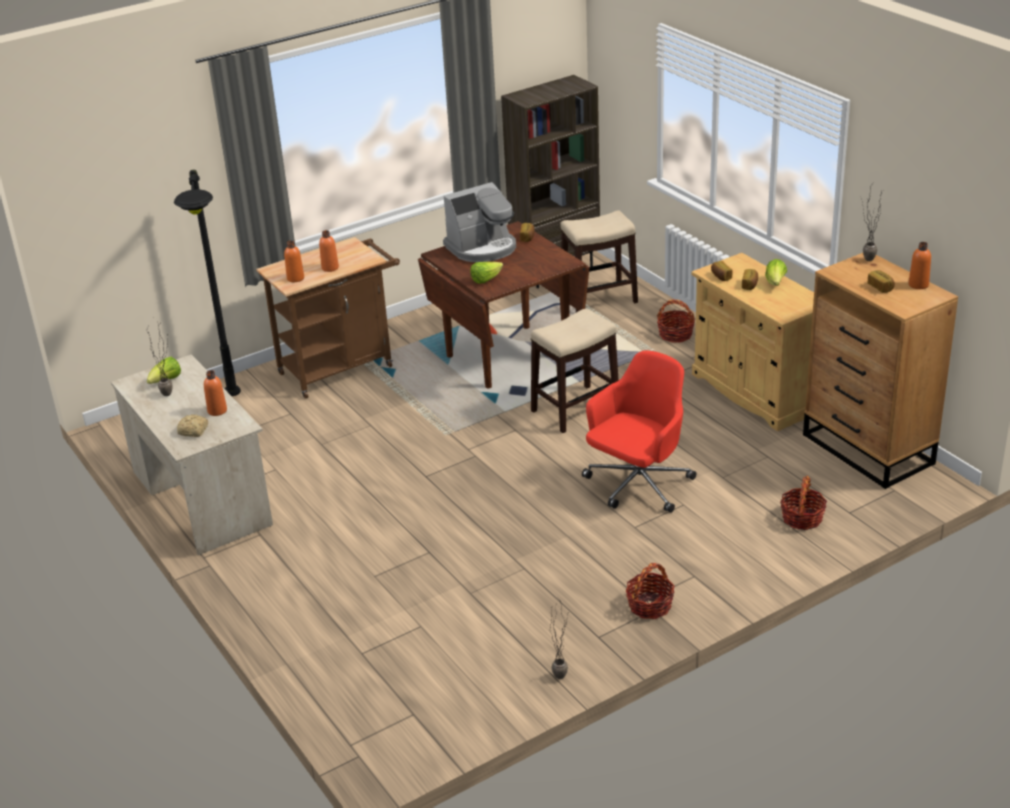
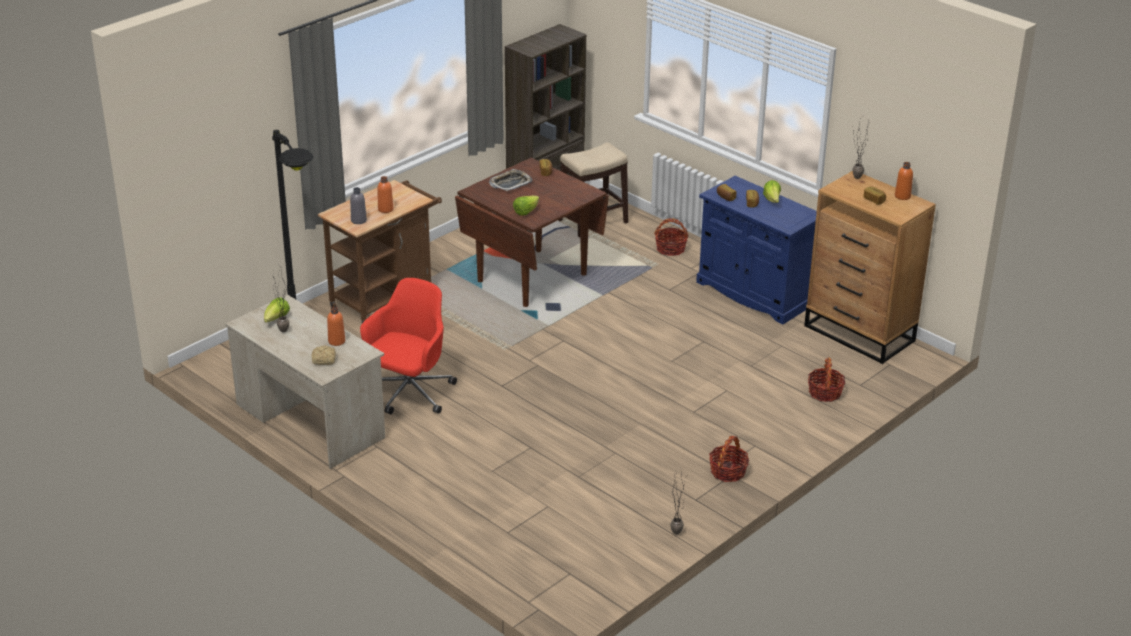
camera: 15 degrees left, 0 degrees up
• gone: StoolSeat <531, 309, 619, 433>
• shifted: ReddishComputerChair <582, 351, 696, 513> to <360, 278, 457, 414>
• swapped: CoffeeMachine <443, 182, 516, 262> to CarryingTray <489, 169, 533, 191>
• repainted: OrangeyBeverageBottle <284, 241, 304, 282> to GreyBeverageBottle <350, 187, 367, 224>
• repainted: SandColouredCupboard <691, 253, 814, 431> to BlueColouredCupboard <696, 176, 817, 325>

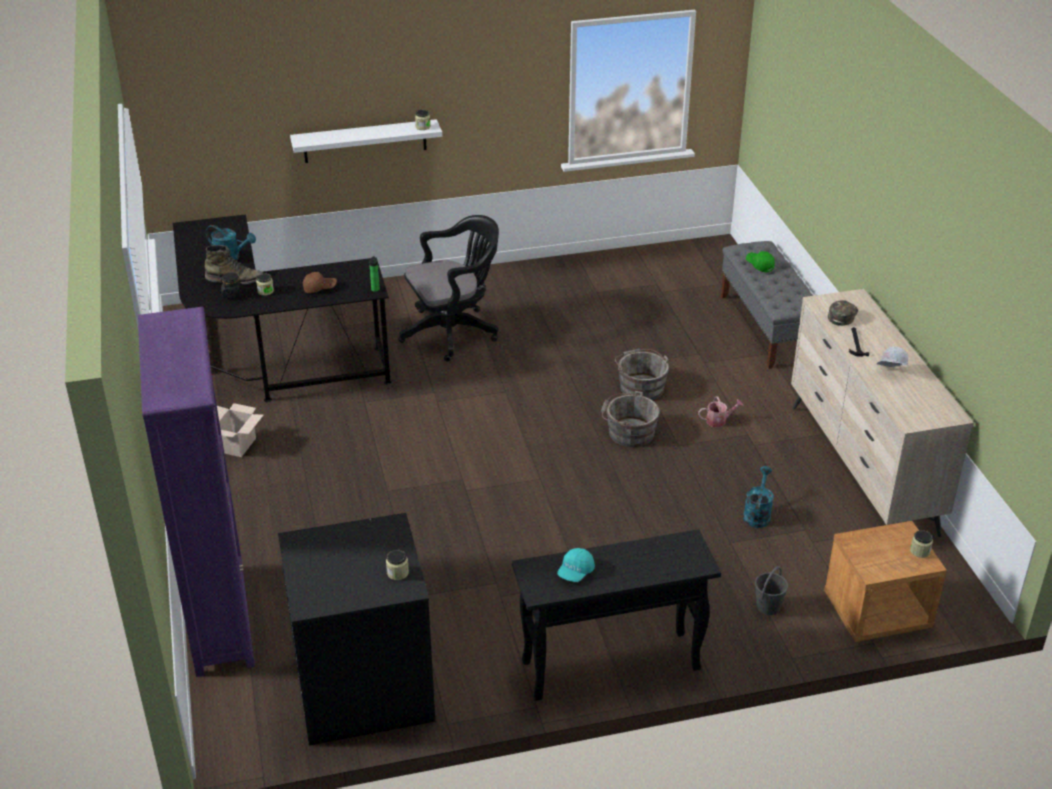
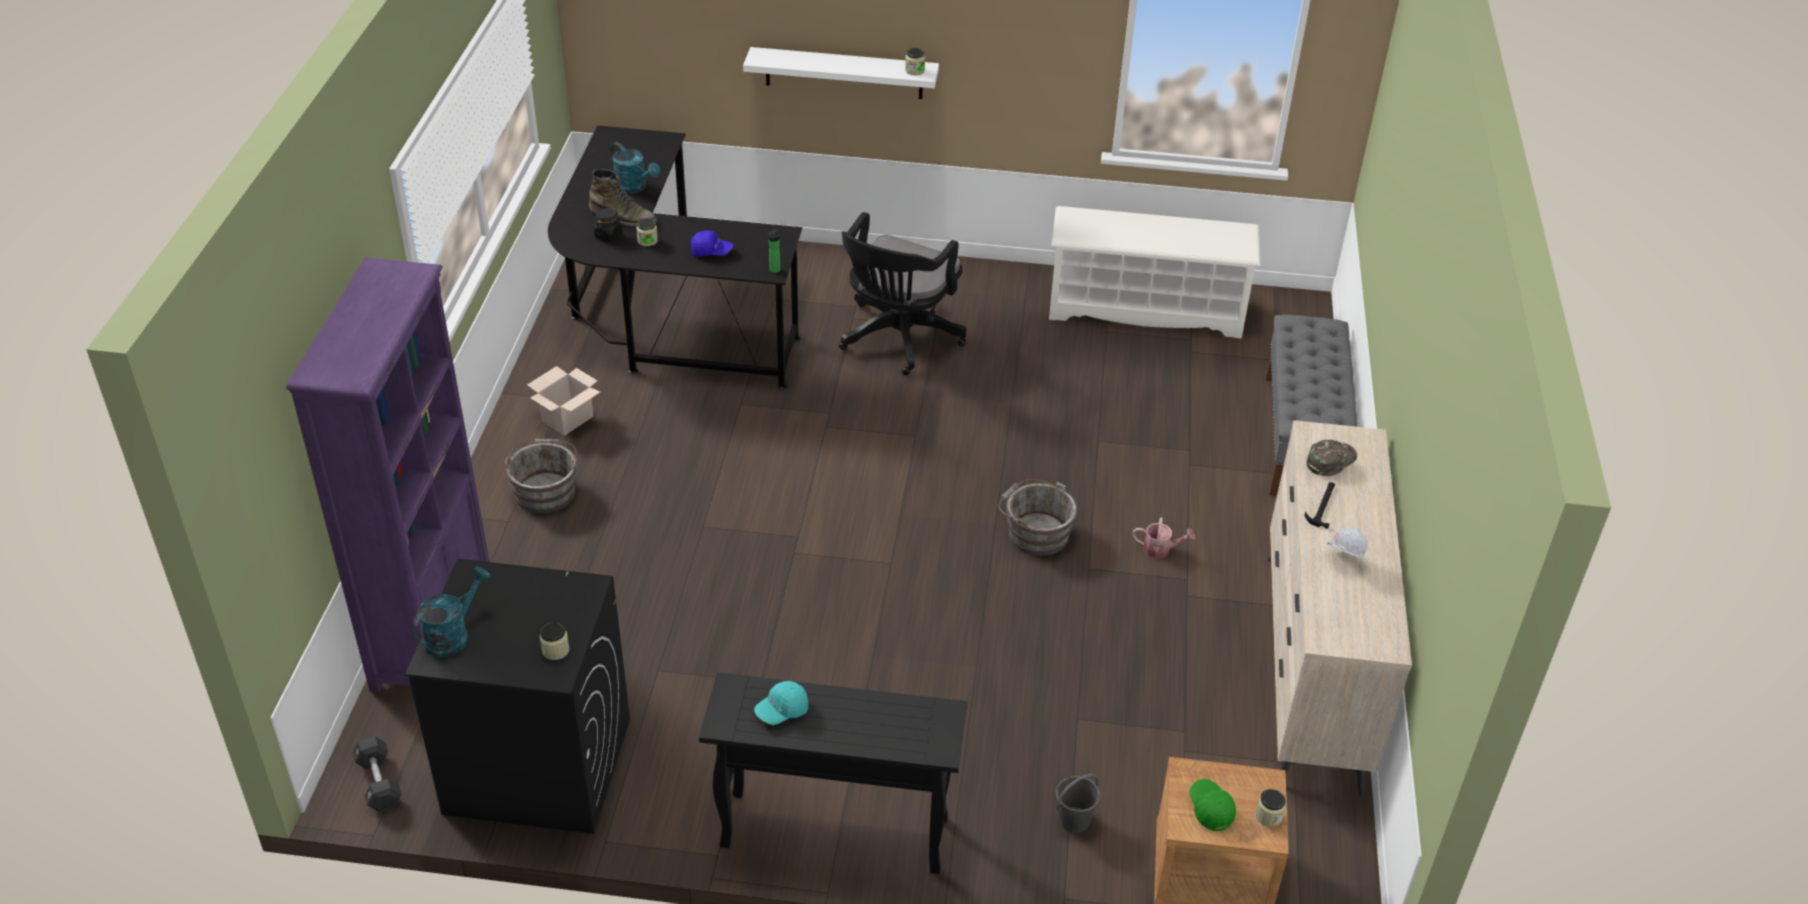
camera: 20 degrees right, 5 degrees up
• new: BlackishDumbbell <352, 736, 401, 812>
• new: WhitishShoeStand <1049, 206, 1260, 339>
• shifted: GreyPail <615, 349, 669, 400> to <505, 439, 578, 514>
• shifted: TurquoiseColouredWateringCan <743, 466, 774, 528> to <412, 567, 491, 658>
• shifted: GreenishCap <746, 251, 775, 273> to <1189, 779, 1236, 831>
• repainted: BrownishCap <303, 272, 337, 293> to BlueColouredCap <691, 230, 733, 257>
• rotated: BlackishComputerChair <398, 215, 499, 362> = <839, 212, 967, 376> 120 degrees clockwise

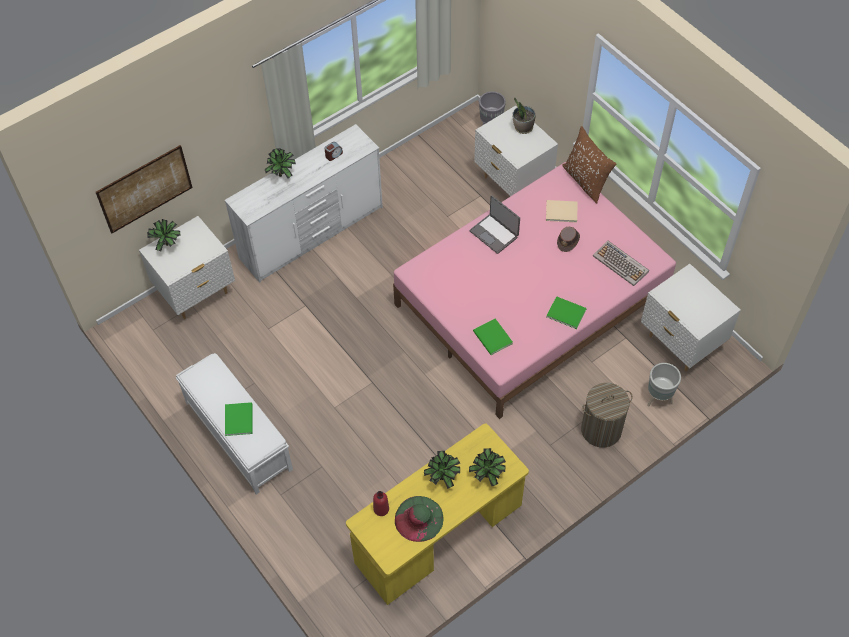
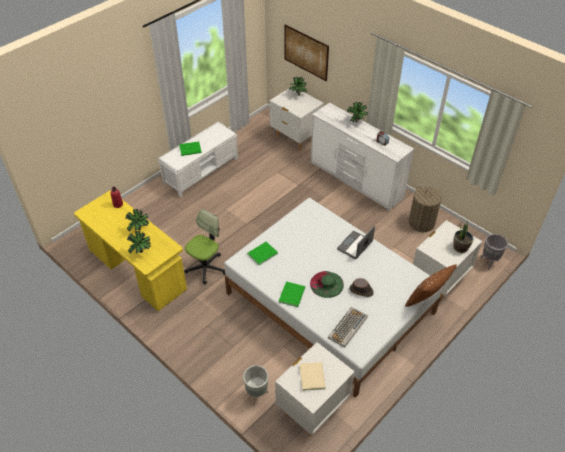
camera: 80 degrees right, 10 degrees down
• new: ComputerChair <185, 209, 226, 285>
• shifted: GreenishClothingHat <395, 496, 444, 542> to <310, 271, 344, 298>
• shifted: SandColouredBoundBook <546, 200, 577, 223> to <300, 362, 326, 391>
• shifted: LaundryBasket <581, 383, 633, 448> to <409, 186, 442, 232>
• repainted: PinkishSleepingBed <393, 162, 676, 419> to WhitishSleepingBed <224, 198, 443, 398>

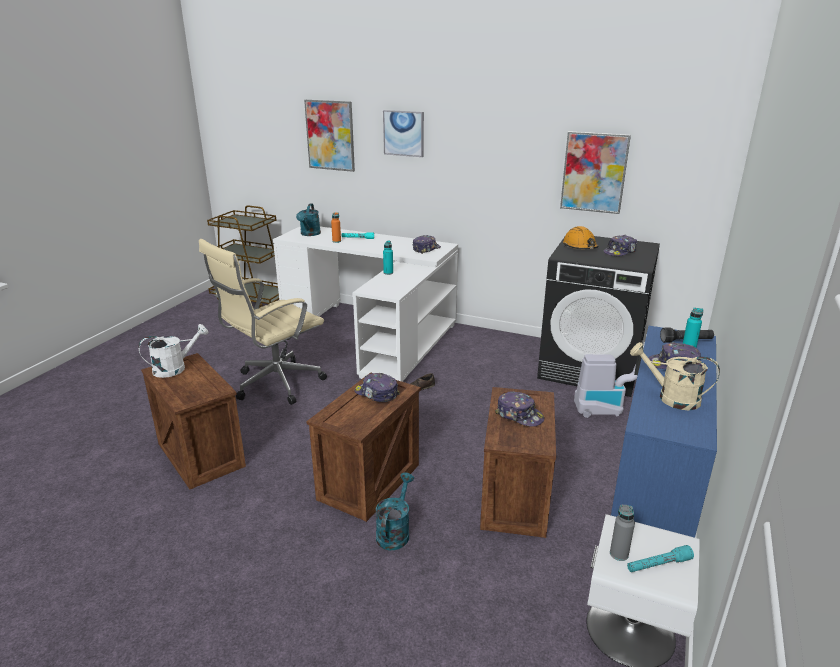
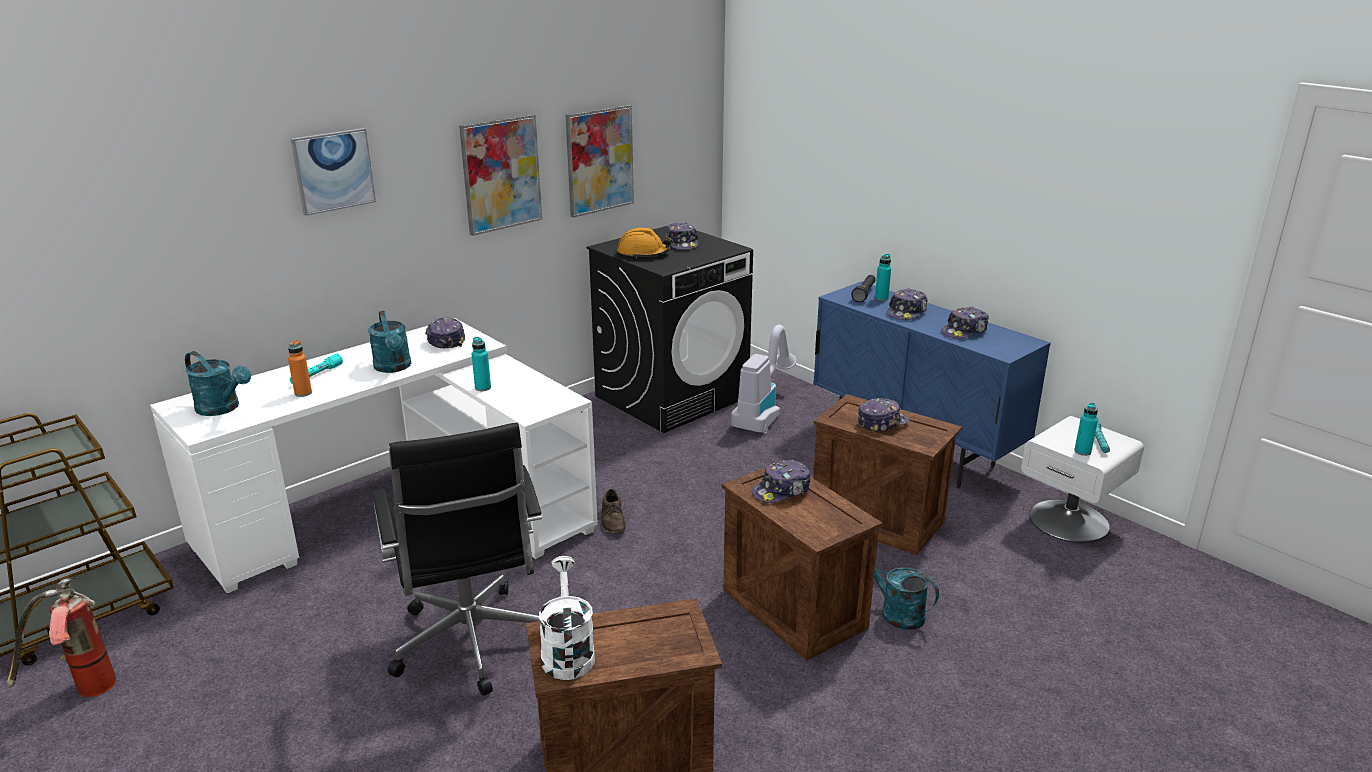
camera: 65 degrees left, 0 degrees up
• new: Extinguisher <7, 577, 116, 697>
• new: TurquoiseColouredWateringCan <368, 311, 411, 373>
• shifted: WallArt <304, 100, 355, 172> to <459, 114, 542, 236>
• swapped: SandColouredWateringCan <630, 342, 720, 410> to Cap <941, 307, 989, 338>
• repainted: SandColouredComputerChair <199, 239, 327, 405> to BlackishComputerChair <372, 423, 542, 696>
• repainted: GreyBeverageBottle <610, 505, 635, 561> to TurquoiseColouredBeverageBottle <1074, 403, 1098, 456>

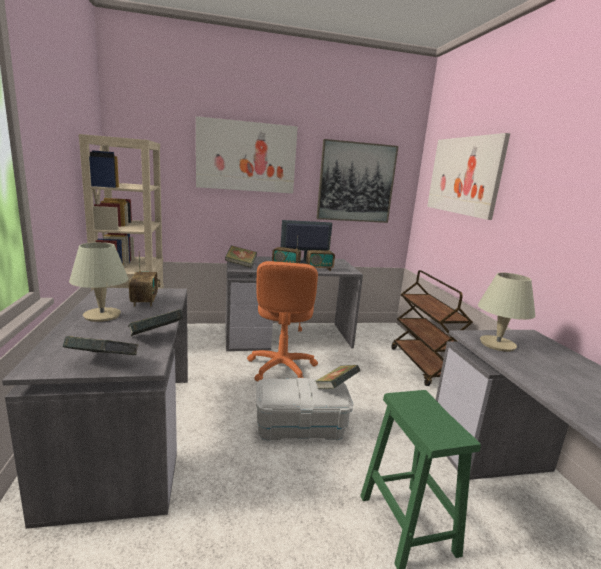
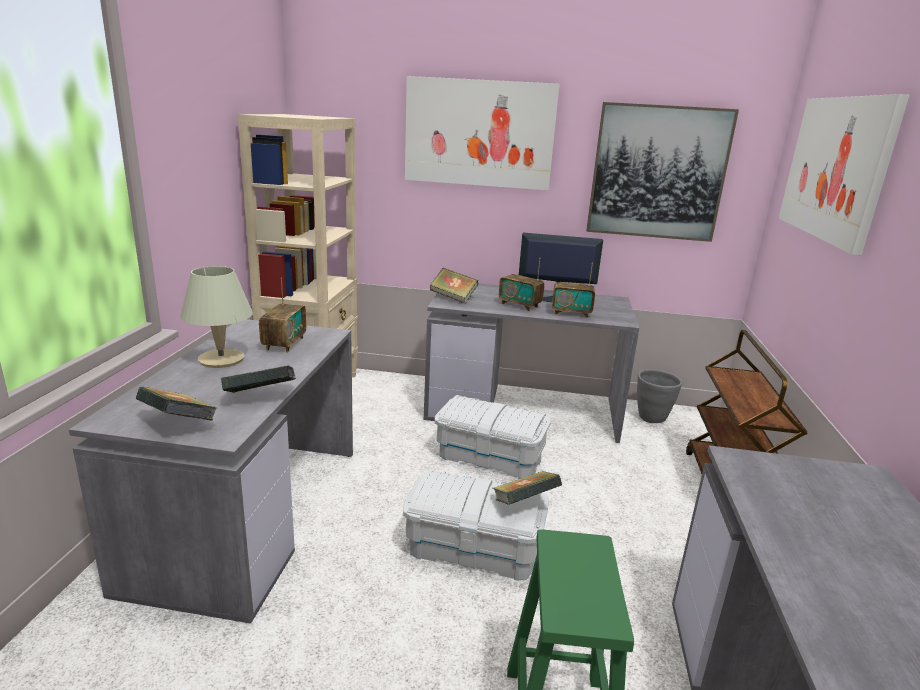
camera: 20 degrees right, 5 degrees up
• gone: SandColouredTabletopLamp <478, 273, 536, 352>
• new: GreyPlanter <637, 369, 682, 423>
• swapped: OrangeyComputerChair <247, 261, 318, 381> to WhitishStorageBox <435, 395, 551, 479>

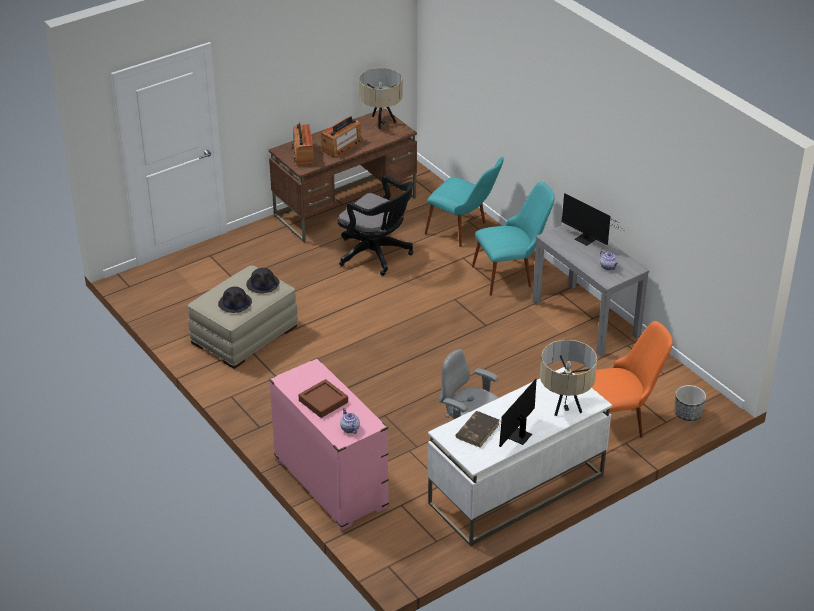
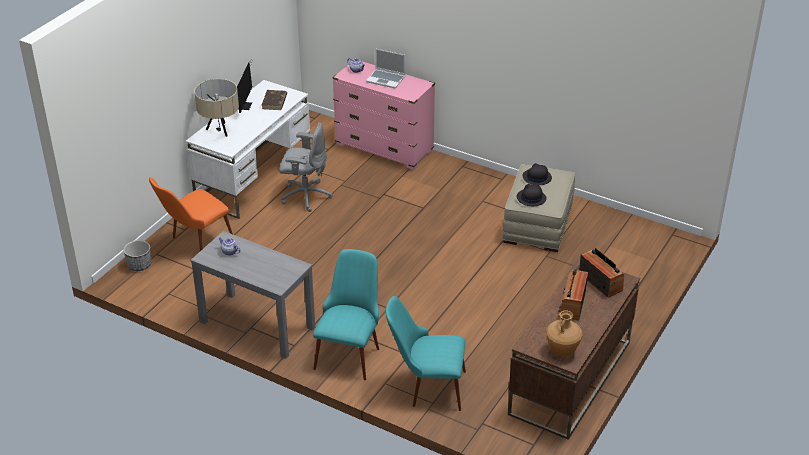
camera: 155 degrees right, 0 degrees up
• gone: BlackishComputerChair <338, 176, 413, 276>
• gone: ComputerScreen <561, 193, 624, 246>
• swapped: BrownishCarryingTray <299, 379, 348, 418> to NotebookComputer <366, 48, 405, 88>
• swapped: SandColouredTabletopLamp <359, 68, 402, 129> to BrownishDecorativeVase <546, 310, 583, 356>
• rotated: TurquoiseColouredChair <472, 182, 555, 296> = <313, 249, 379, 380> 150 degrees clockwise

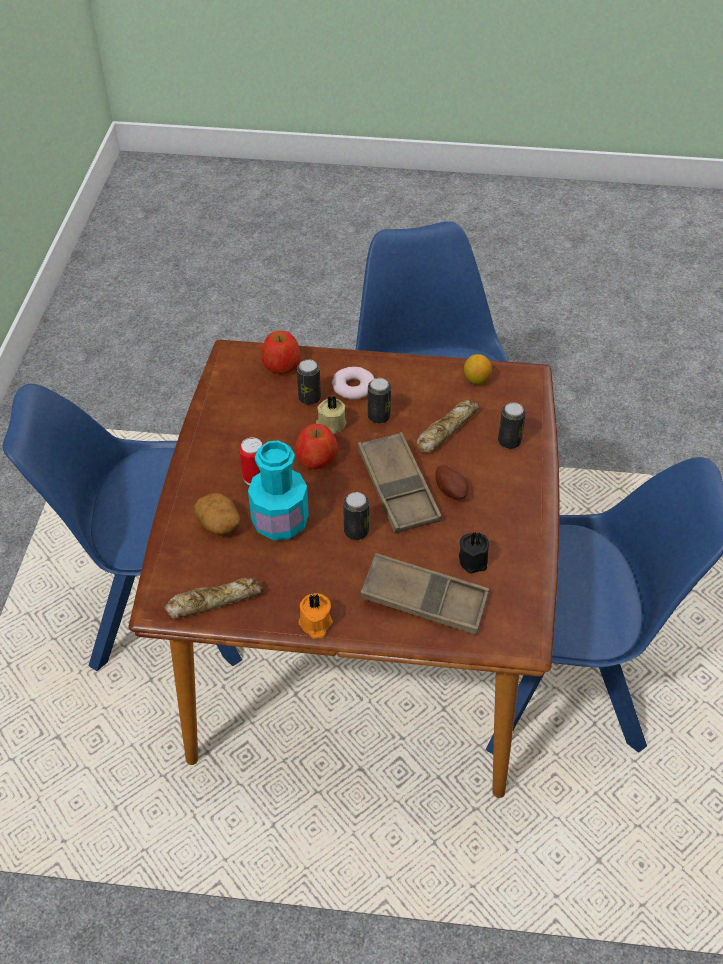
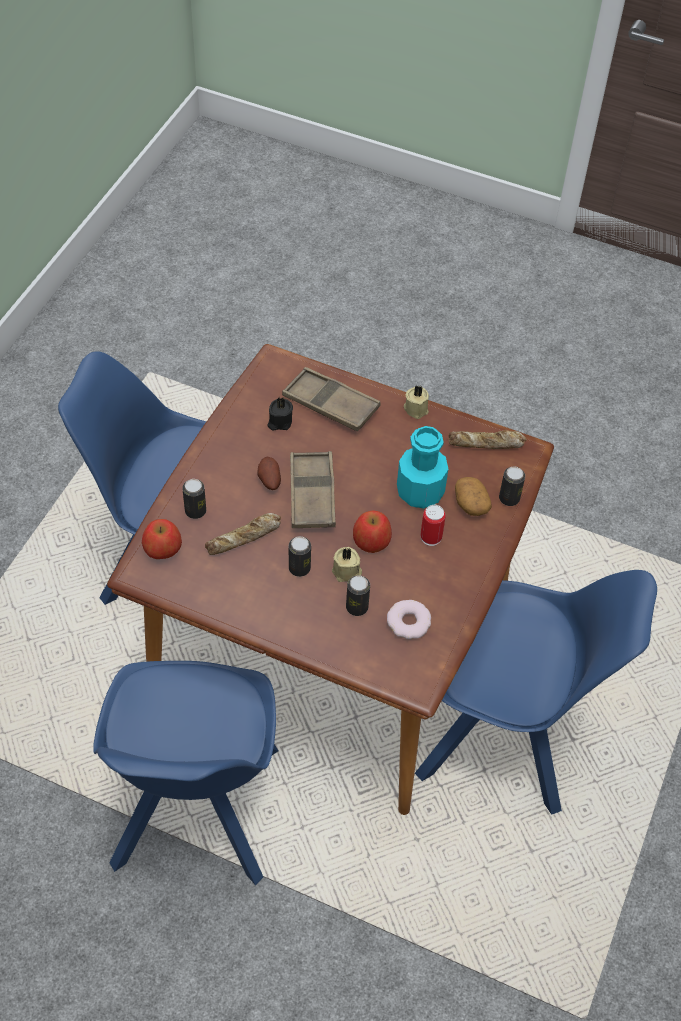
camera: 165 degrees left, 5 degrees up
• gone: WholeLemon <464, 354, 492, 384>
• shifted: AppleFruit <261, 331, 300, 374> to <142, 519, 182, 559>
• shifted: Donut <332, 367, 375, 400> to <387, 600, 431, 639>
• shifted: MetalCan <343, 492, 369, 540> to <499, 466, 525, 506>
• repainted: OrangeyWaxCandle <299, 593, 333, 639> to SandColouredWaxCandle <404, 385, 429, 419>

